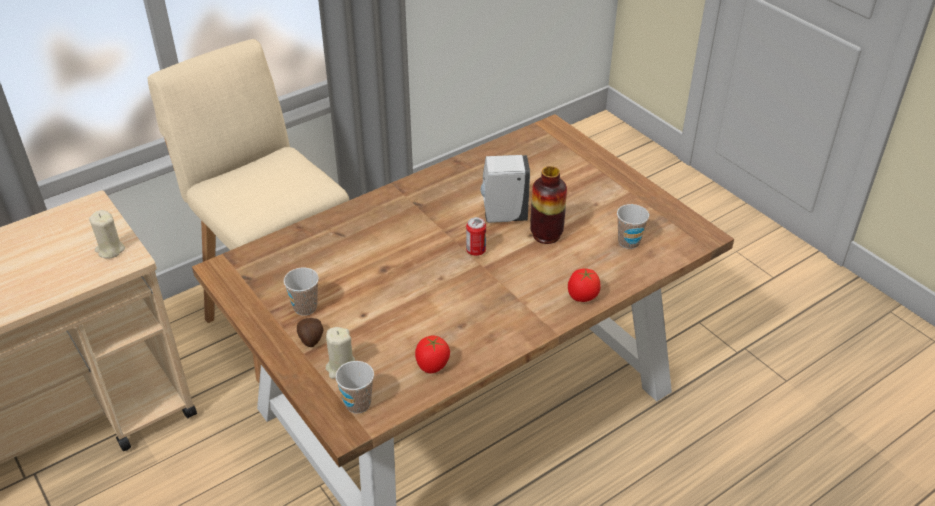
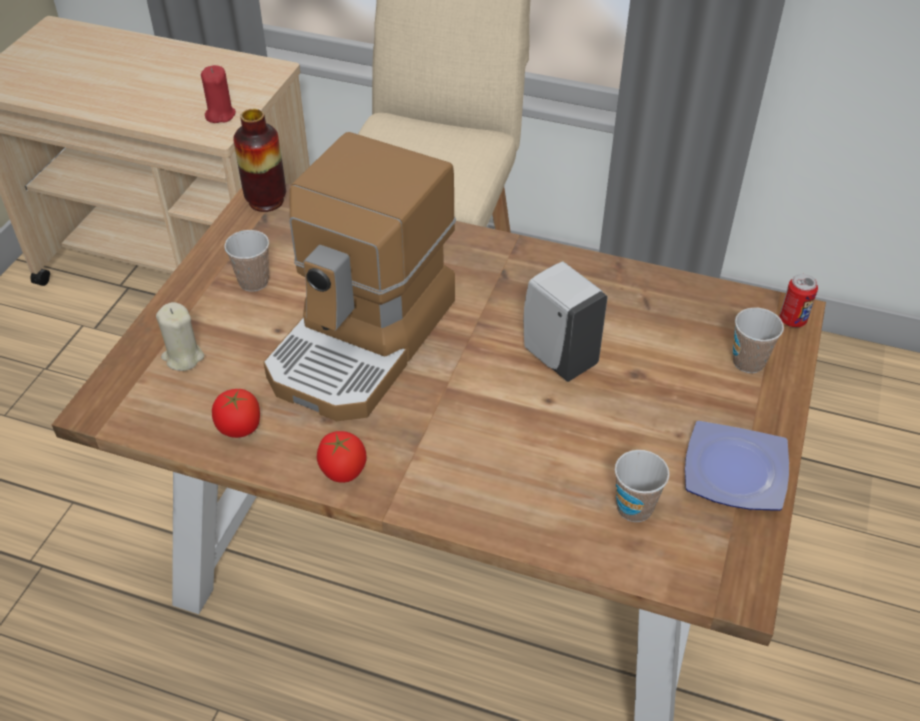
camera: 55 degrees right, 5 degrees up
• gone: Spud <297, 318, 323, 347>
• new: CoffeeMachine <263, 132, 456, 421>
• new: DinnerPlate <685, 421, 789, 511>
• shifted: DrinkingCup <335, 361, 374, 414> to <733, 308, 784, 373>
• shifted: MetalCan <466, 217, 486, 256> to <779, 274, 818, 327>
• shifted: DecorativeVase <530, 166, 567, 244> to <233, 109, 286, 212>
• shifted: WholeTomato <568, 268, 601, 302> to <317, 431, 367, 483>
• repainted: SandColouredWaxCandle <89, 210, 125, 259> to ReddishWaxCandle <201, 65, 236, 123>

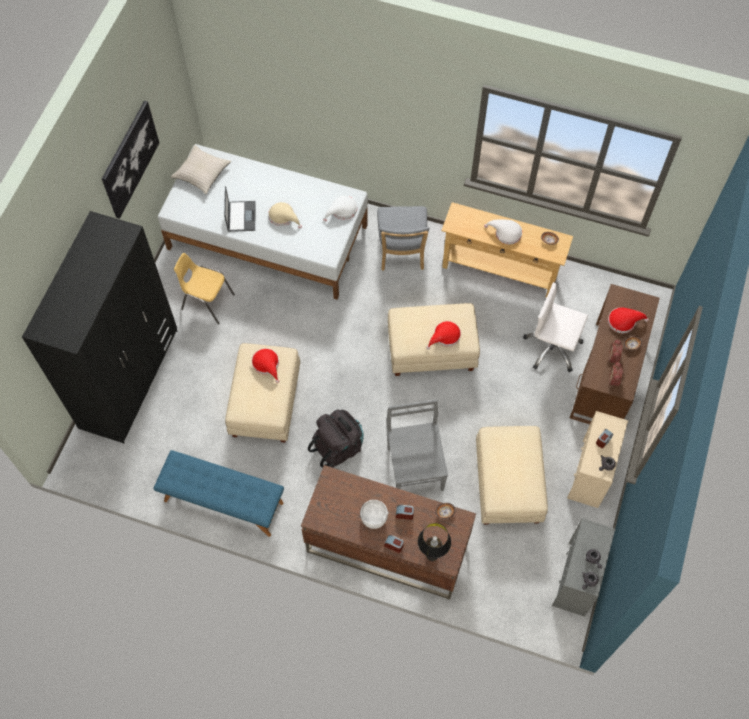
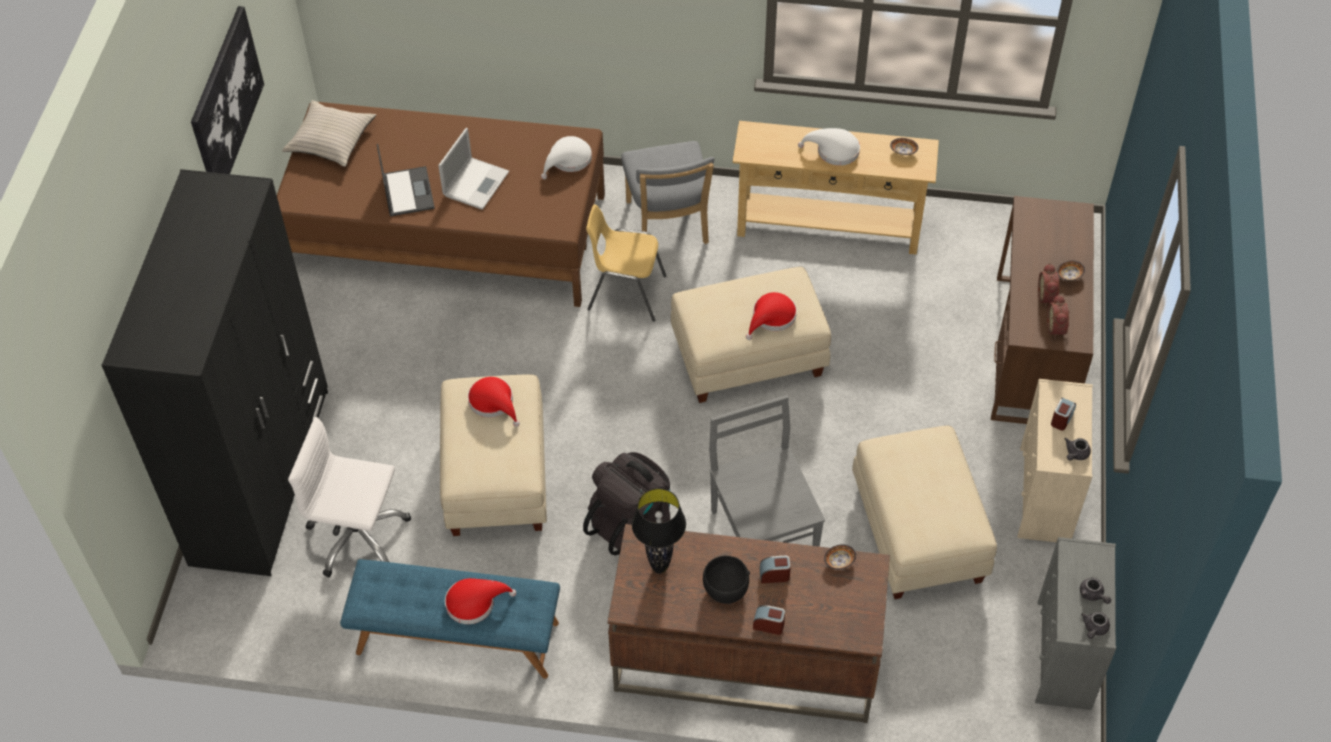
camera: 10 degrees left, 10 degrees down
• shifted: YellowColouredChair <174, 253, 235, 324> to <586, 205, 667, 322>
• shifted: BlackishTabletopLamp <418, 523, 451, 561> to <632, 488, 686, 574>
• shifted: WhitishComputerChair <523, 282, 588, 372> to <288, 417, 411, 577>
• shifted: ReddishClothingHat <608, 307, 649, 333> to <445, 578, 516, 624>
• swapped: SandColouredClothingHat <268, 202, 302, 228> to NotebookComputer <438, 128, 509, 210>
• repainted: WhitishSleepingBed <158, 144, 368, 300> to BrownishSleepingBed <277, 102, 605, 307>
• repainted: WhitishDeepDish <360, 500, 389, 529> to BlackishDeepDish <703, 556, 750, 604>

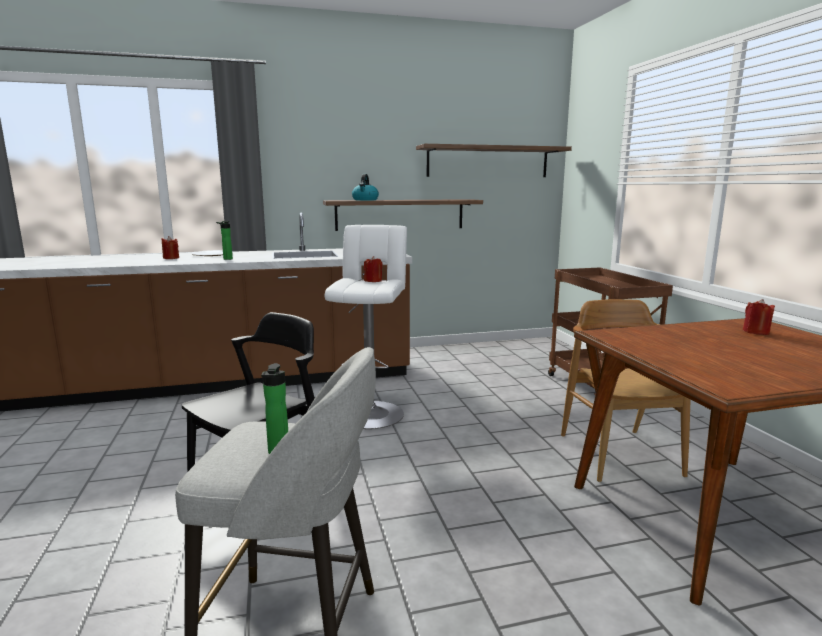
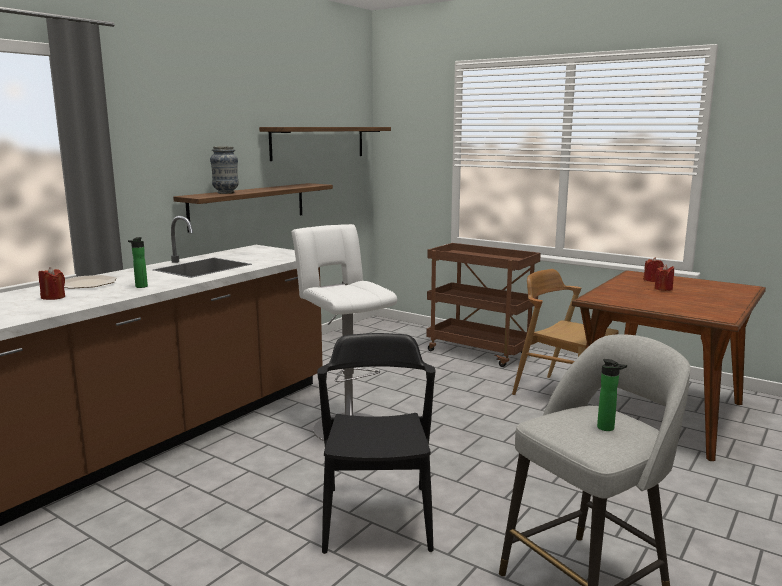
camera: 40 degrees left, 0 degrees up
• shifted: ReddishWaxCandle <364, 256, 383, 282> to <655, 264, 674, 291>
• swapped: WaterKettle <352, 174, 379, 201> to DecorativeVase <210, 146, 239, 194>

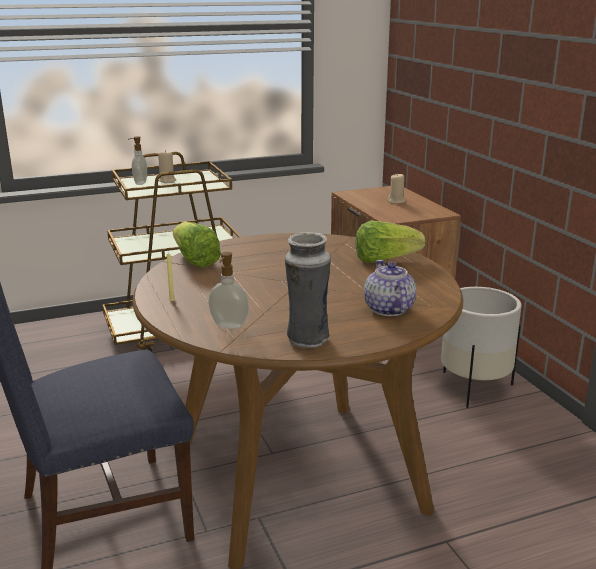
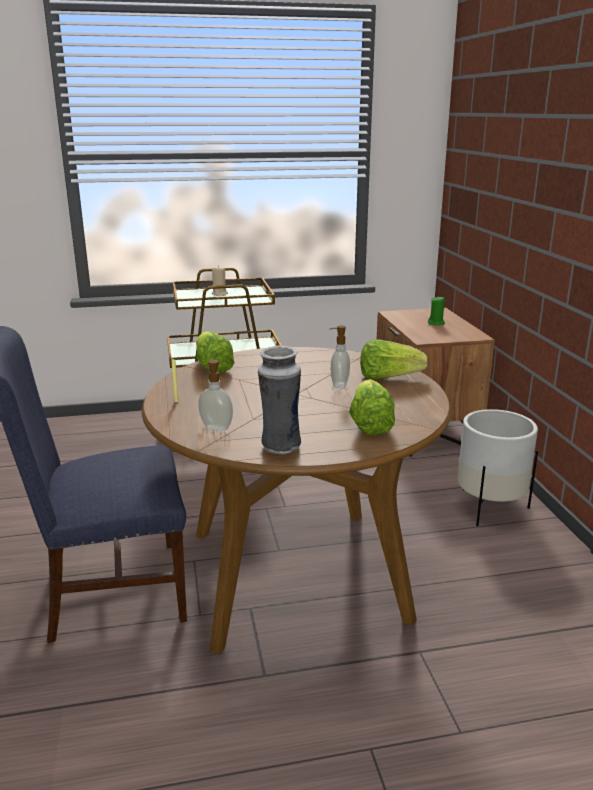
camera: 10 degrees right, 0 degrees up
• shifted: SoapBottle <128, 136, 147, 185> to <329, 325, 350, 389>
• swapped: Teapot <364, 260, 416, 316> to HeadOfLettuce <349, 379, 395, 435>
• repainted: SandColouredWaxCandle <388, 174, 406, 204> to GreenishWaxCandle <428, 296, 445, 325>

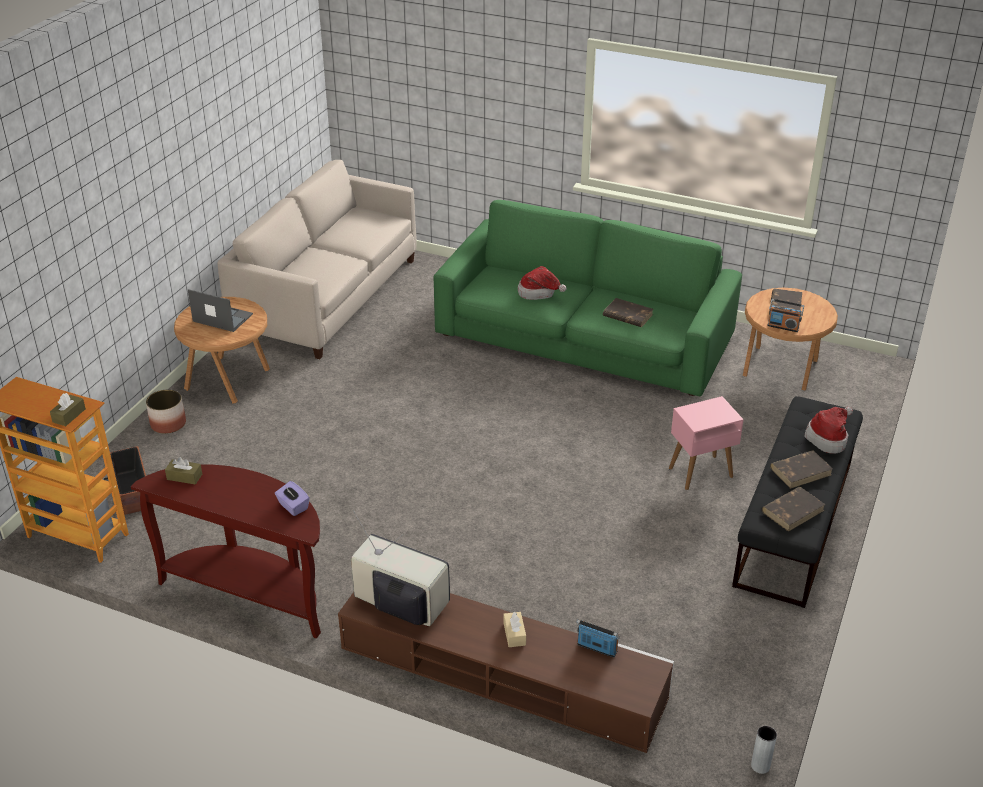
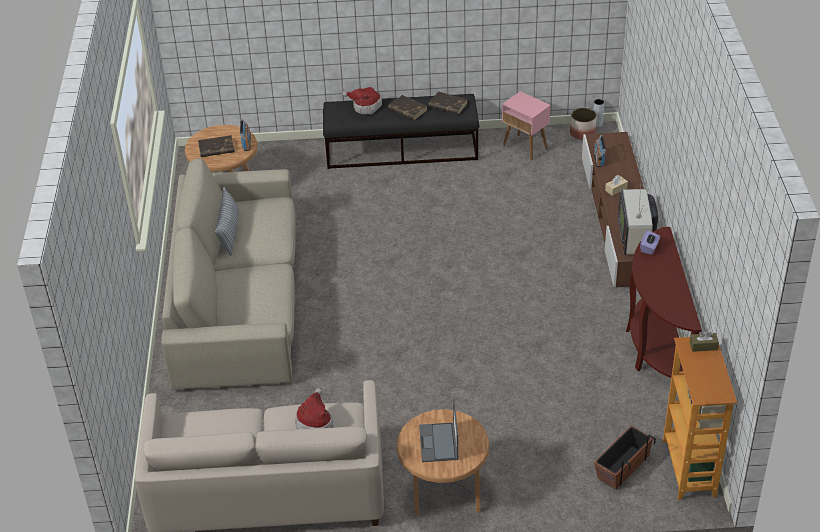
camera: 115 degrees left, 5 degrees up
• gone: BrownishBoxOfTissues <165, 457, 202, 485>
• gone: BrownishBoundBook <603, 298, 653, 327>
• new: Pillow <215, 187, 239, 256>
• shifted: Planter <146, 390, 186, 434> to <570, 108, 597, 140>
• shifted: ClothingHat <518, 266, 566, 300> to <295, 388, 333, 429>
• shifted: PinkishAccentTable <669, 396, 744, 490> to <502, 91, 551, 160>
• repainted: GreenishCouch <434, 200, 742, 396> to SandColouredCouch <161, 158, 296, 389>

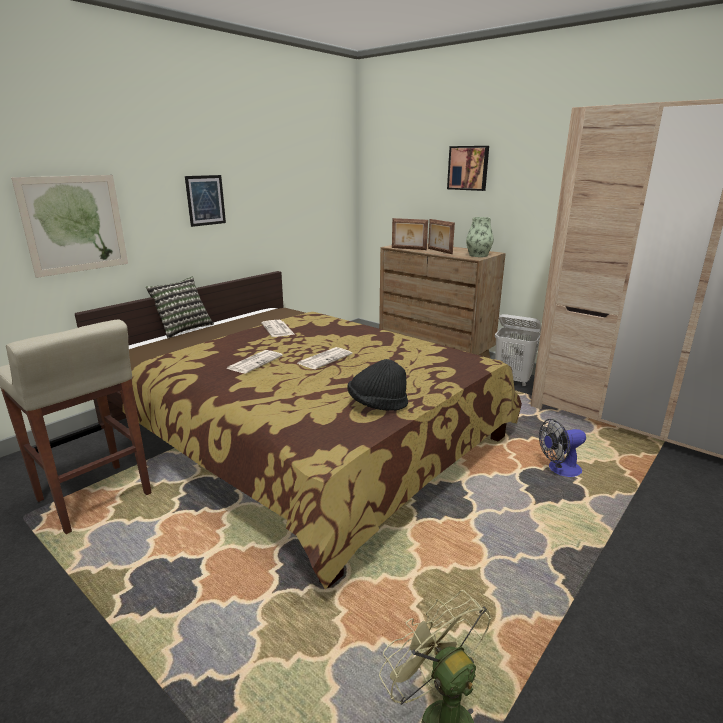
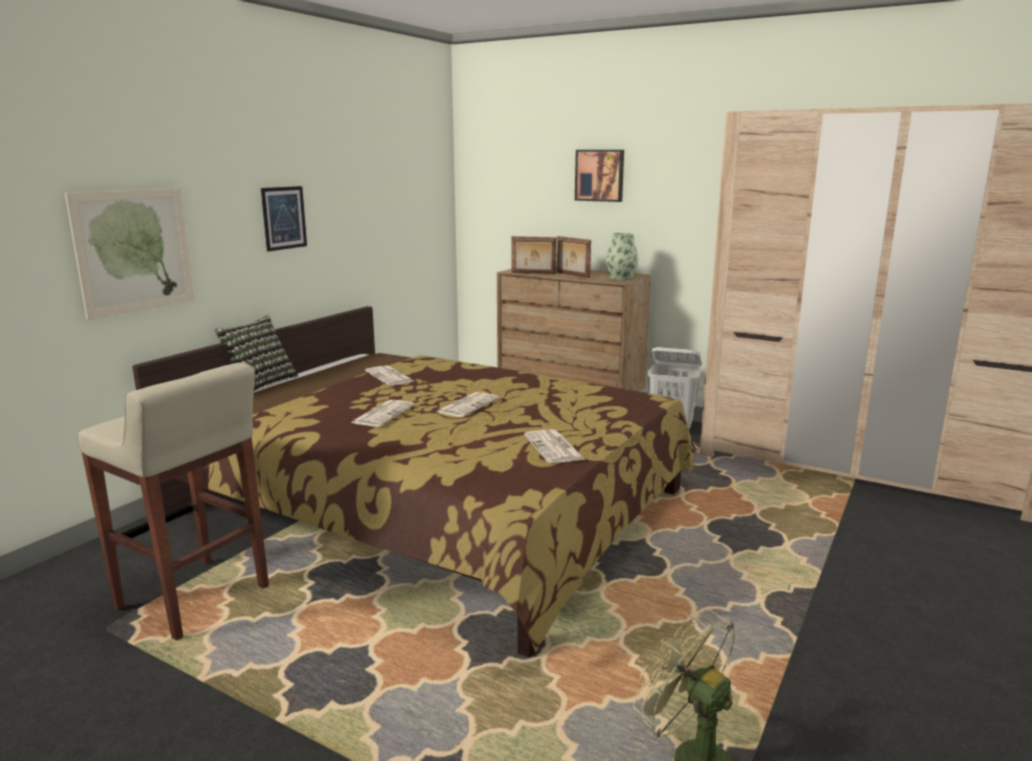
camera: 10 degrees left, 5 degrees down
• gone: ElectricFan <539, 419, 586, 477>
• swapped: BlackishClothingHat <347, 359, 408, 411> to Newspaper <524, 429, 585, 463>

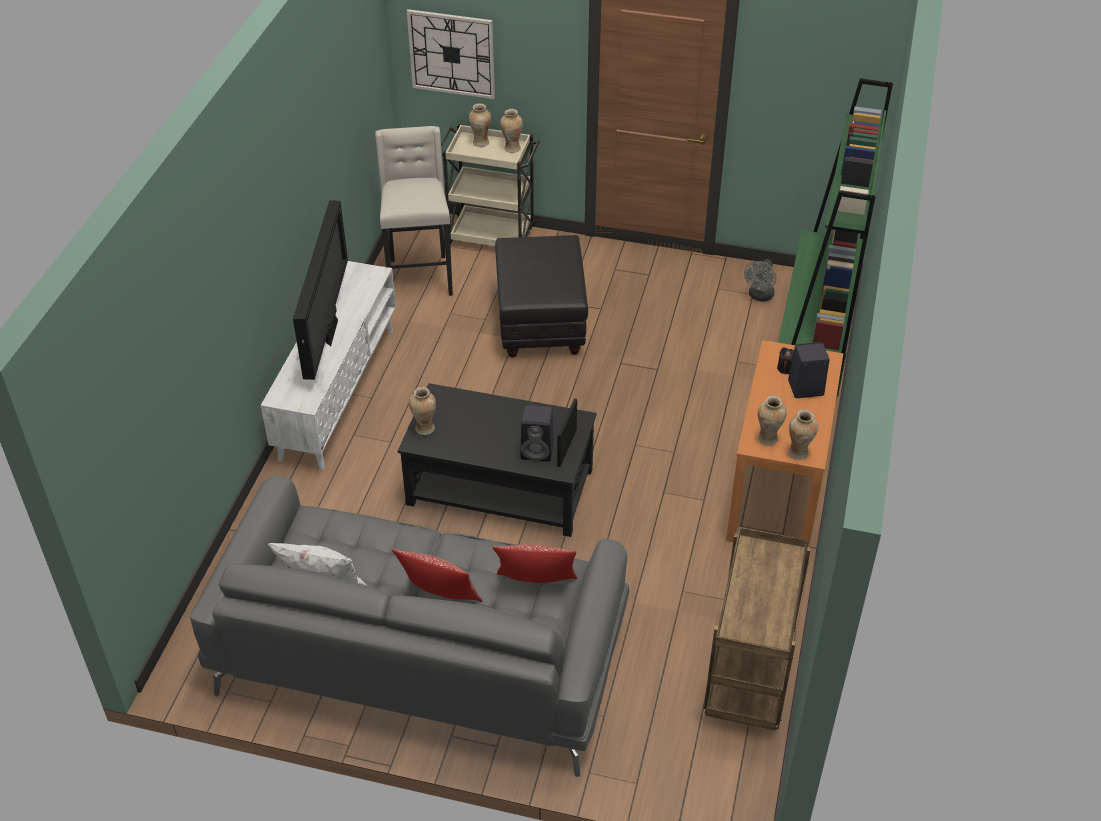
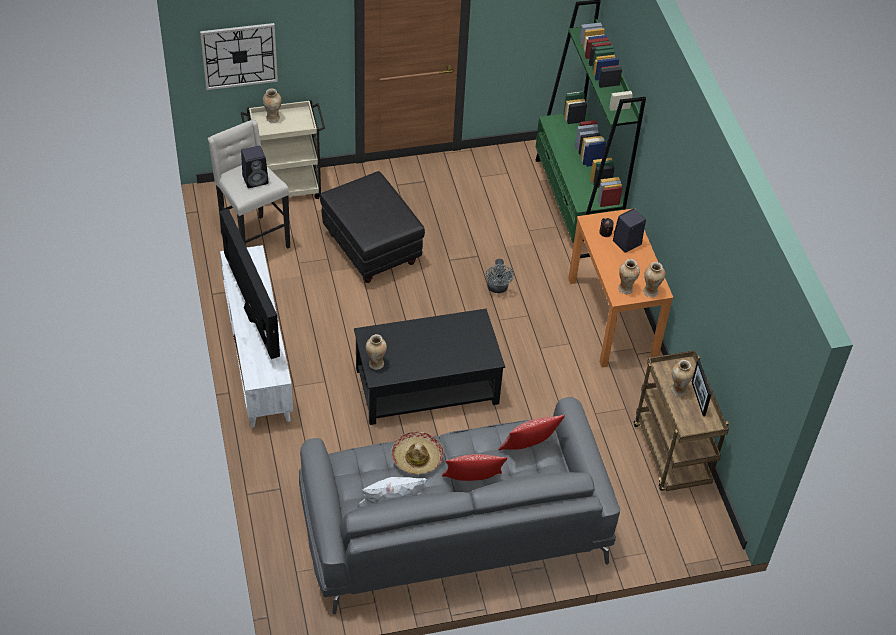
camera: 30 degrees left, 5 degrees up
• new: ClothingHat <391, 431, 444, 474>
• shifted: DecorativeVase <500, 109, 523, 153> to <671, 360, 694, 396>
• shifted: BlackishAudioSpeaker <521, 405, 554, 461> to <241, 146, 268, 188>
• shifted: StandingFrame <557, 398, 577, 467> to <692, 360, 711, 416>
• shifted: GreyElectricFan <744, 259, 777, 302> to <486, 259, 514, 293>

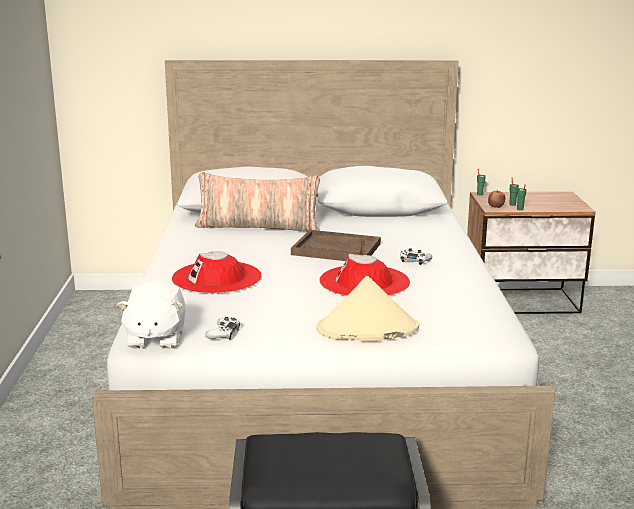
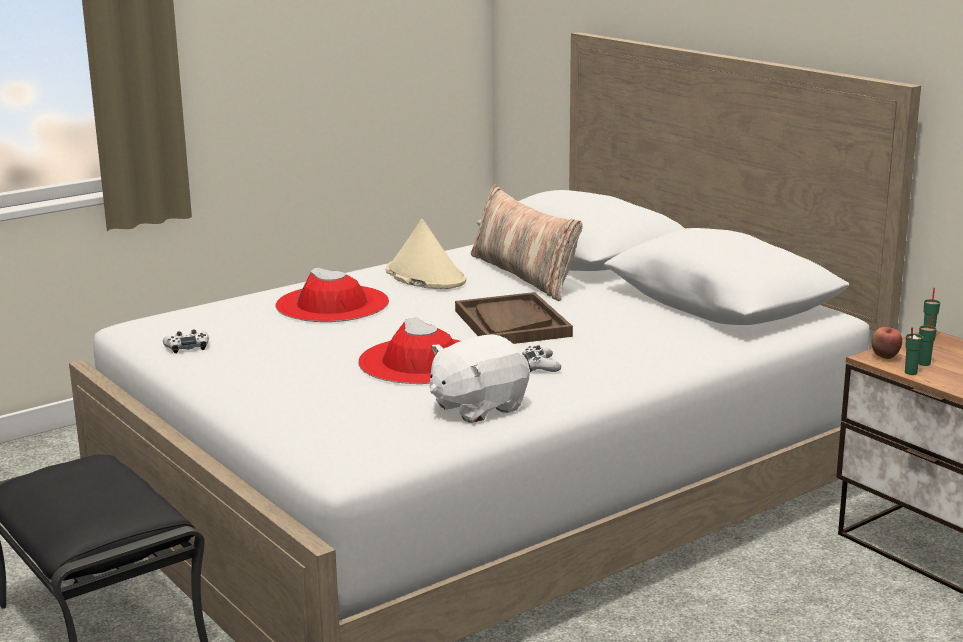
camera: 55 degrees right, 0 degrees up
• shifted: WhitishCuddlyToy <117, 281, 186, 348> to <430, 334, 530, 423>
• shifted: SandColouredClothingHat <316, 276, 419, 341> to <386, 219, 466, 289>

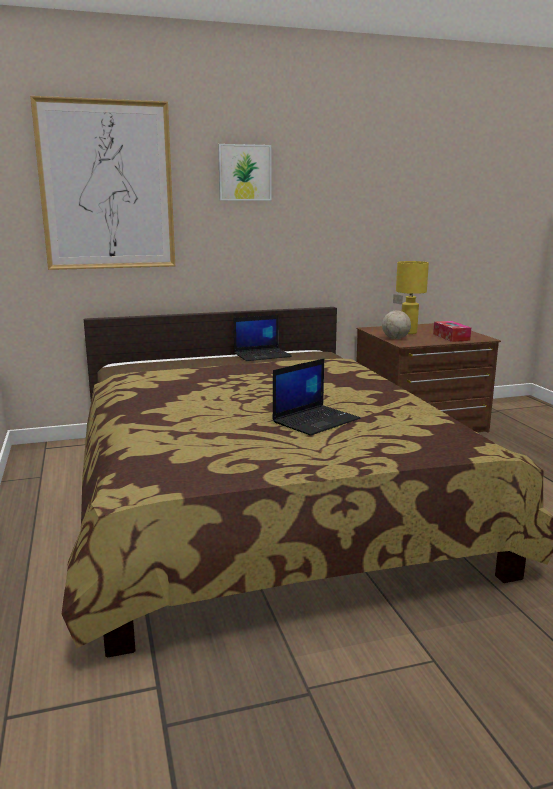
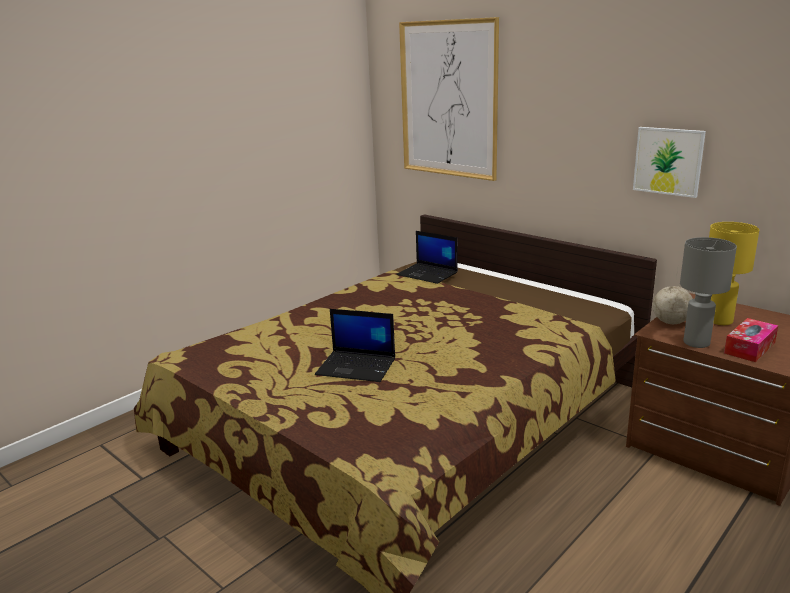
camera: 60 degrees right, 5 degrees up
• new: GreyTabletopLamp <680, 237, 737, 348>
• shifted: WallArt <218, 144, 271, 201> to <633, 127, 706, 198>
• shifted: NotebookComputer <234, 315, 292, 361> to <396, 231, 458, 284>

